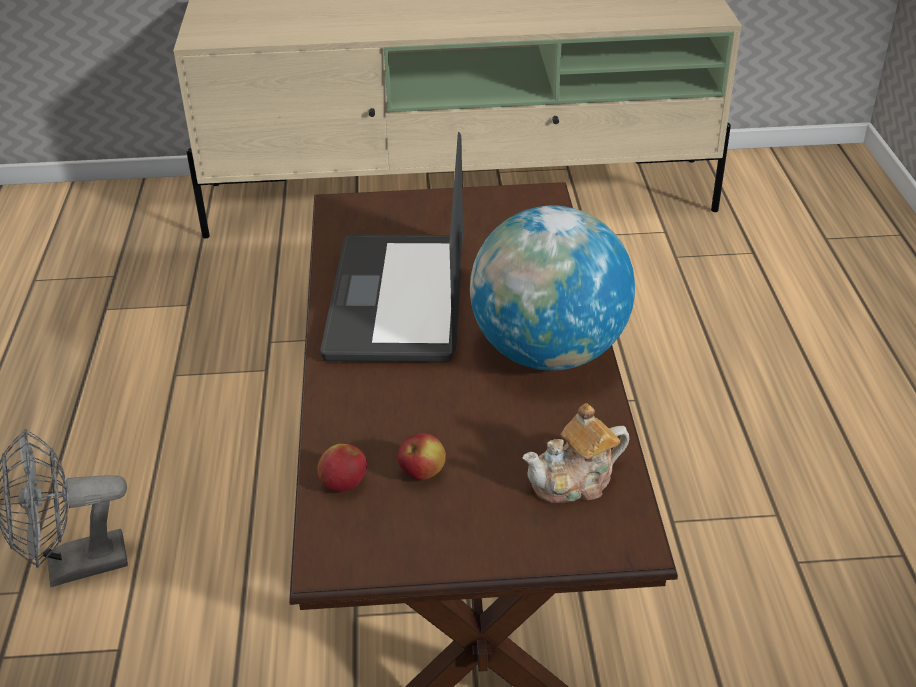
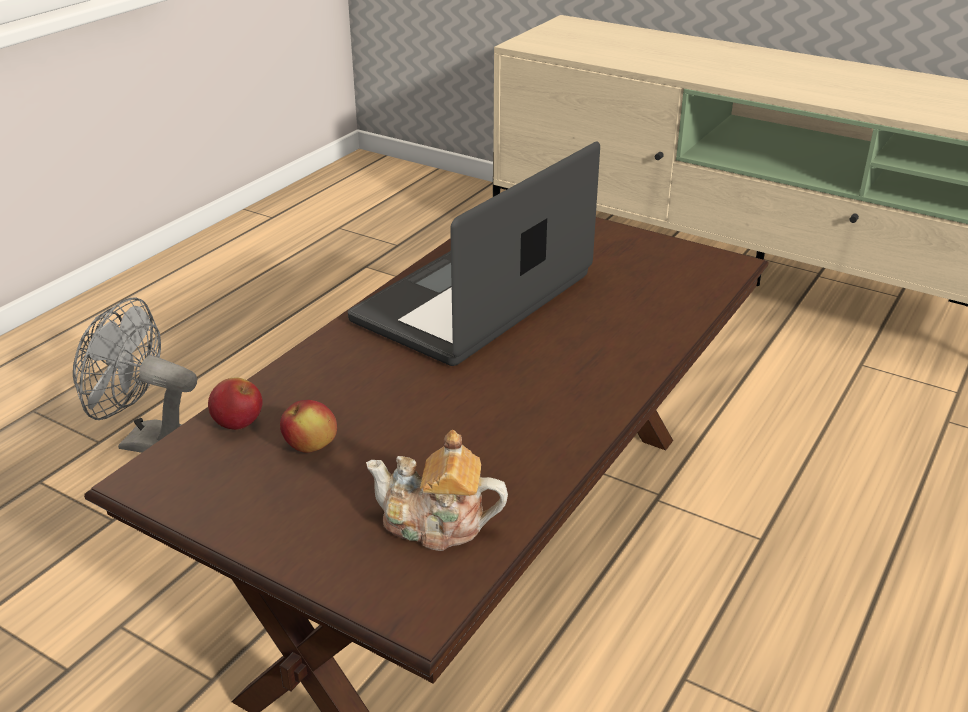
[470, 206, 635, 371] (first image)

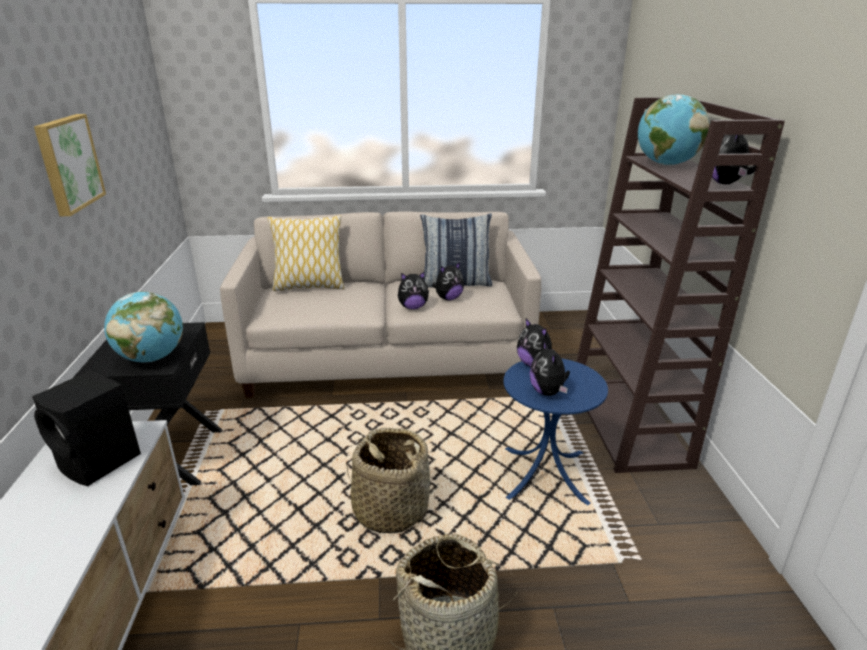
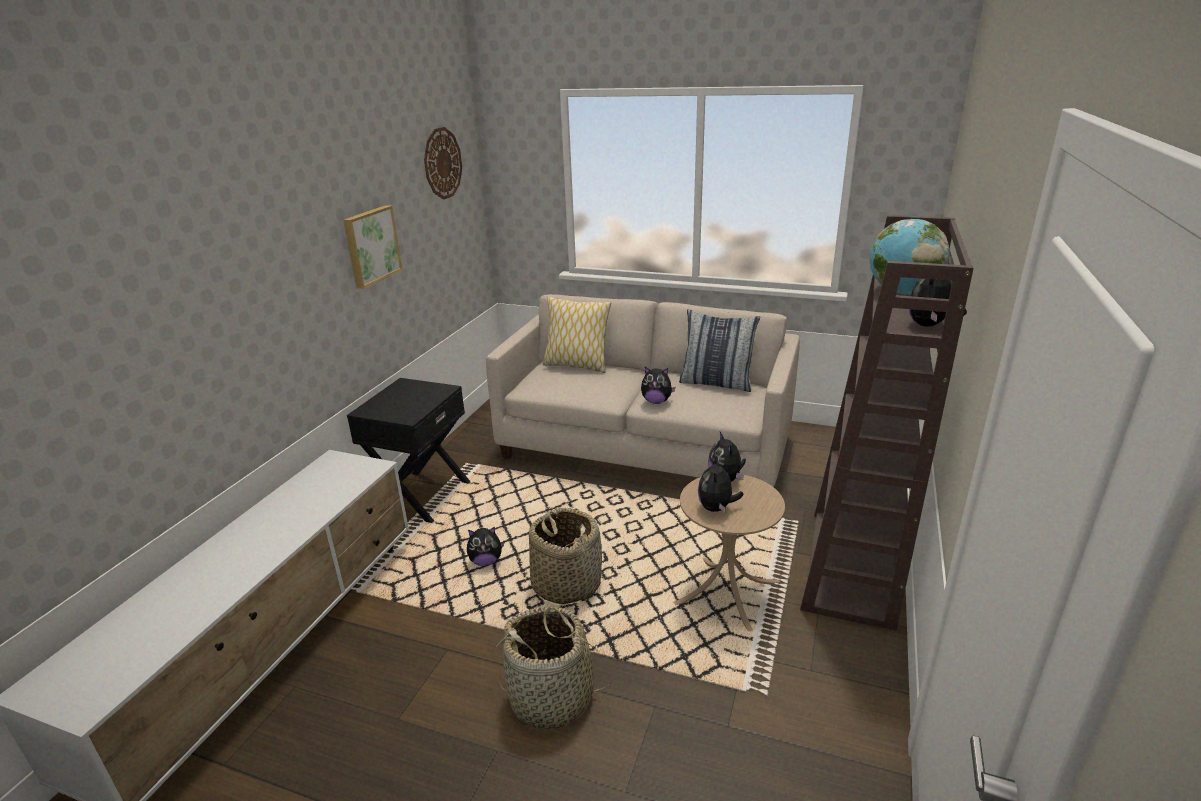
[467, 527, 504, 566]
[104, 291, 183, 362] (first image)
[674, 474, 785, 632]
[32, 370, 141, 486] (first image)
[424, 127, 462, 200]

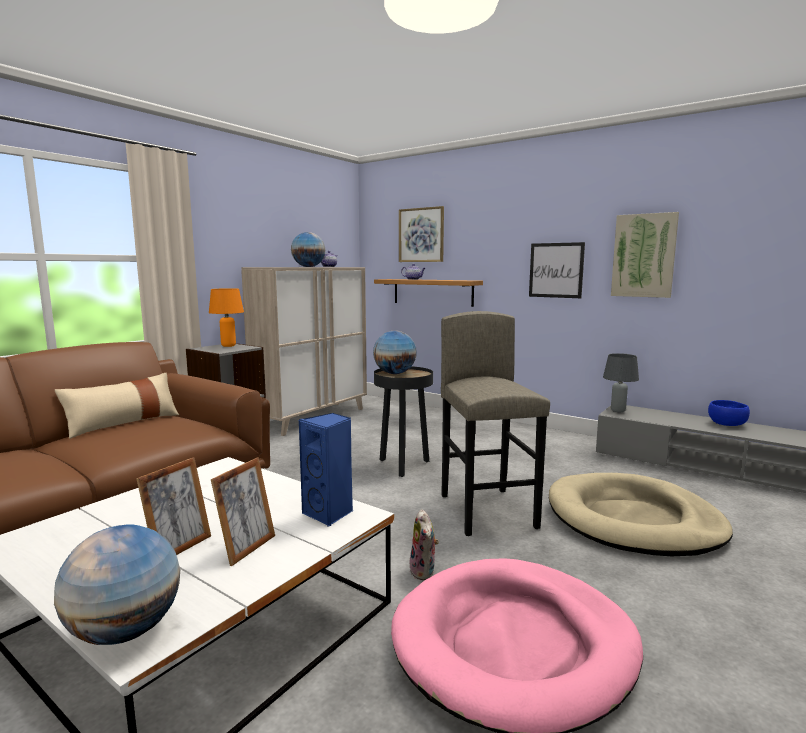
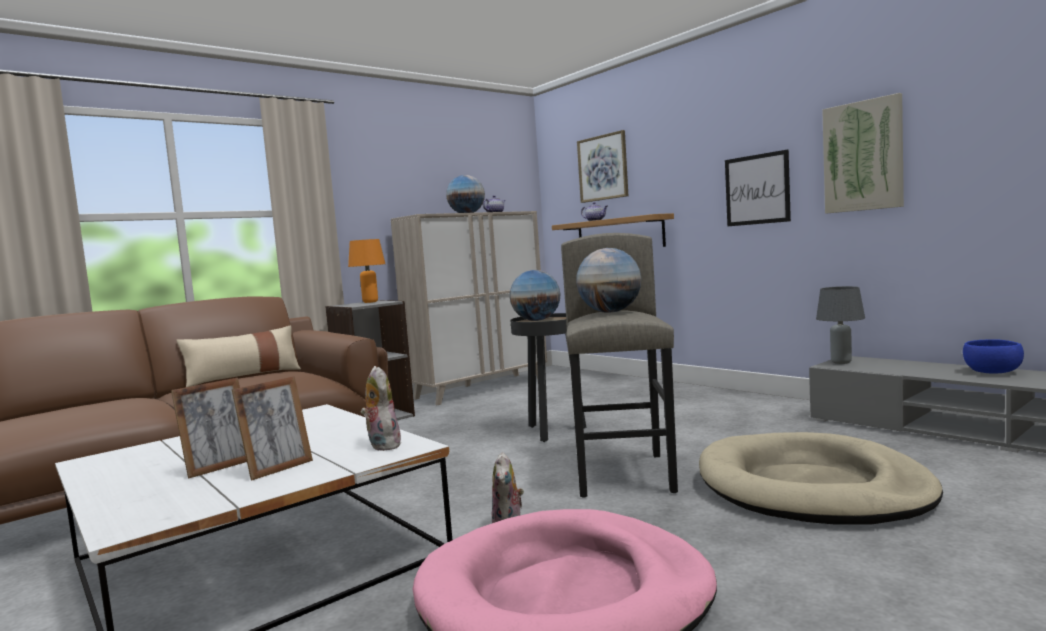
[361, 366, 401, 451]
[576, 248, 641, 313]

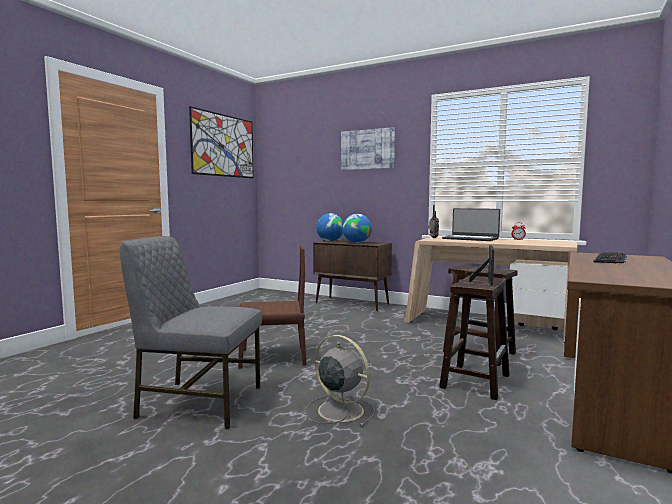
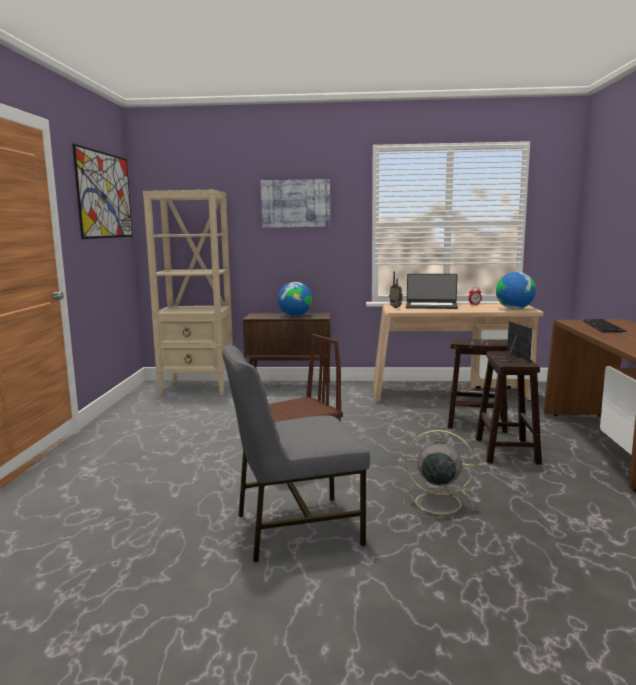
[496, 272, 536, 310]
[143, 190, 233, 395]

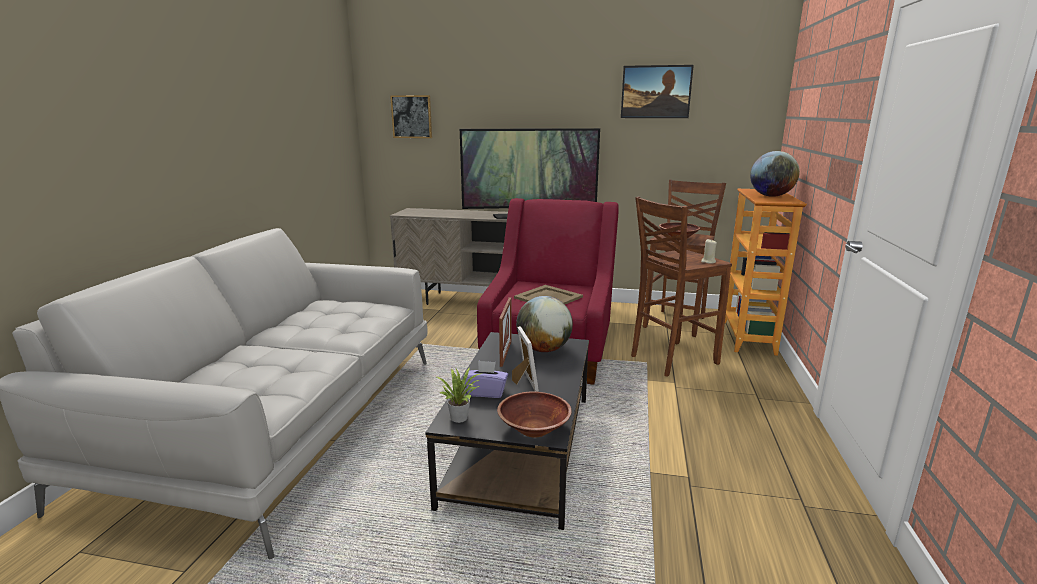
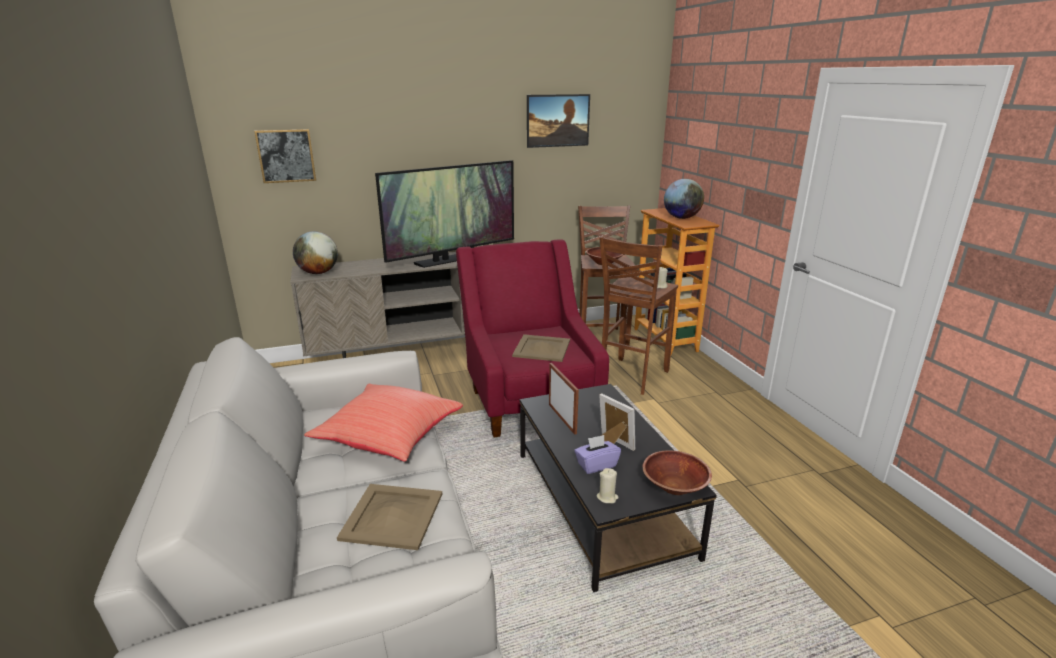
[293, 231, 338, 274]
[596, 468, 619, 503]
[304, 384, 463, 462]
[337, 484, 442, 550]

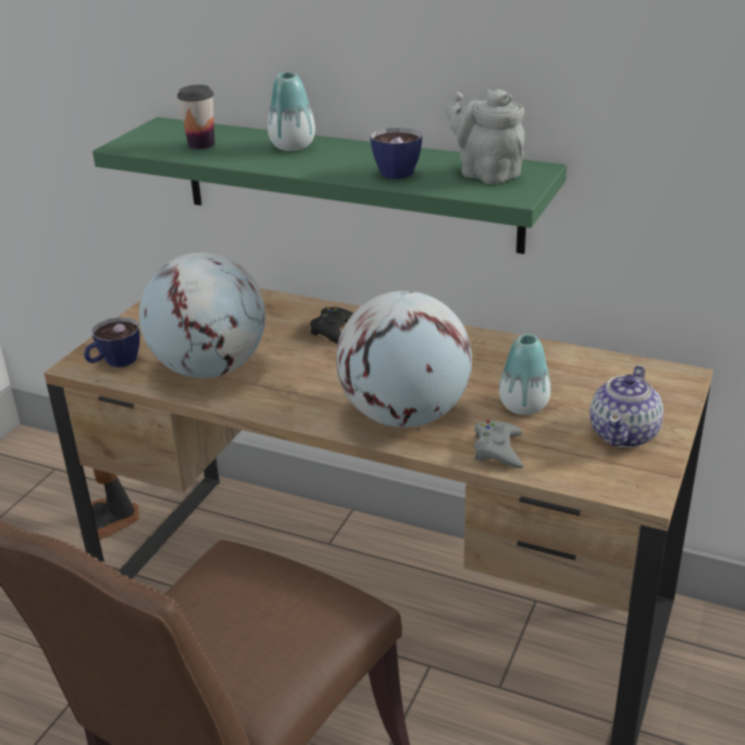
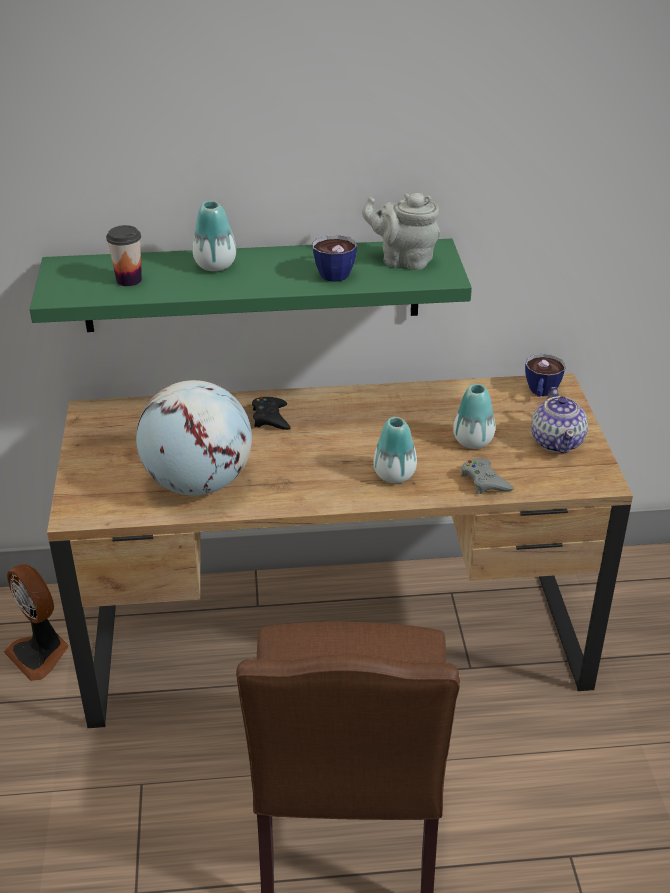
[373, 417, 417, 483]
[525, 354, 566, 397]

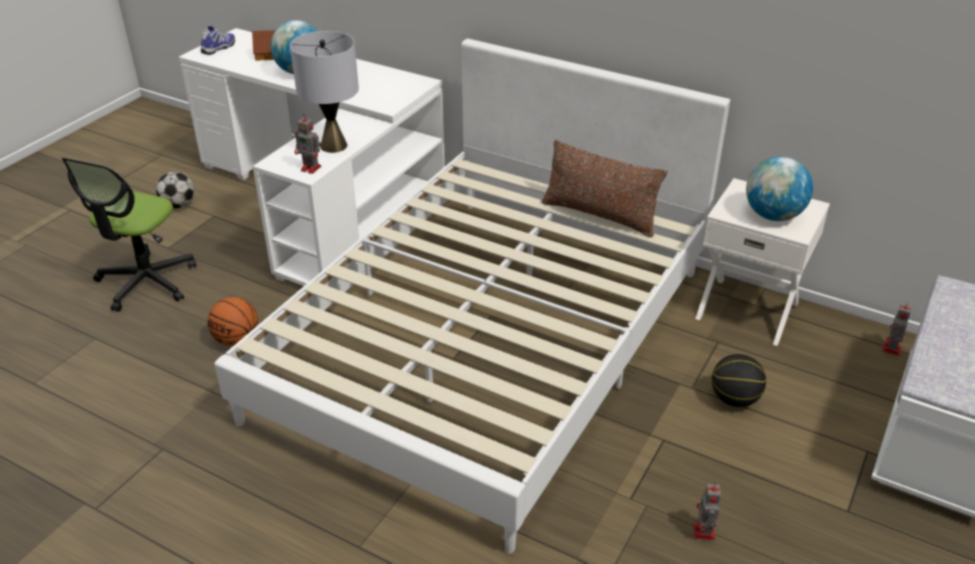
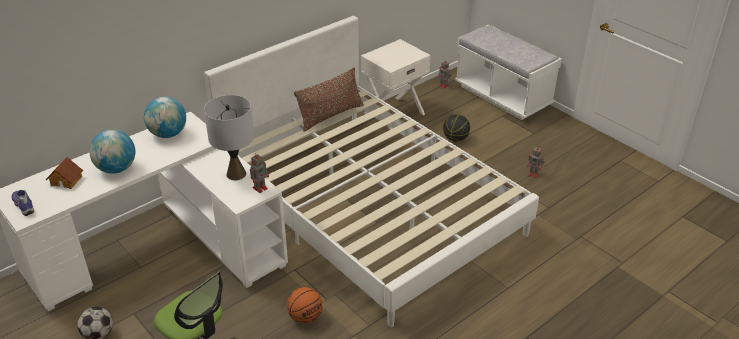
[144, 97, 186, 138]

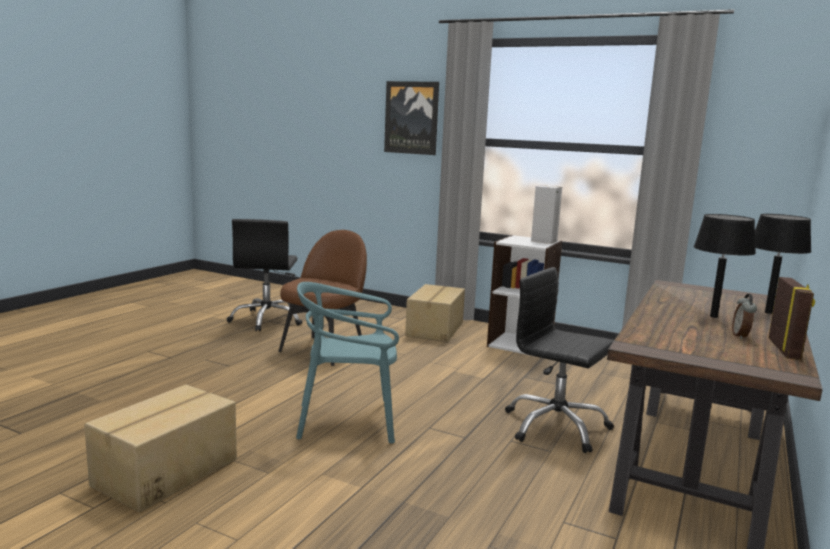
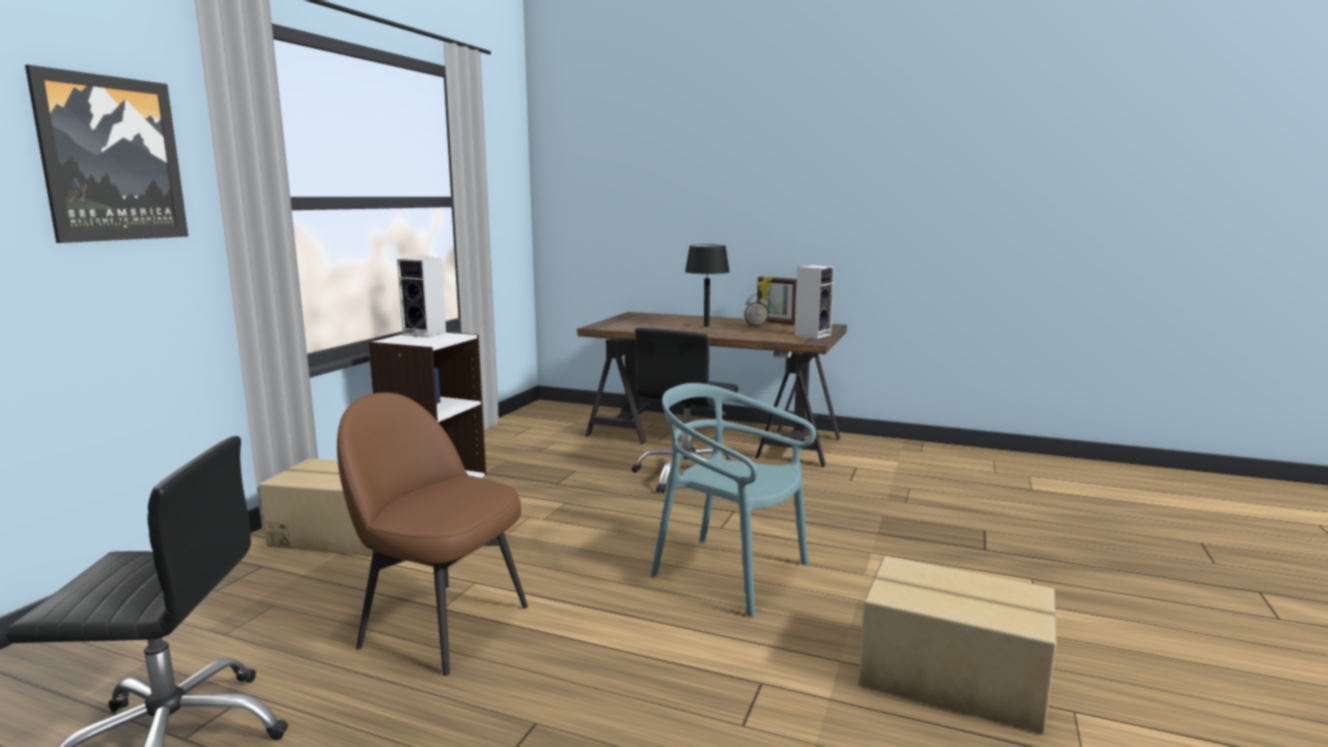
[755, 214, 811, 314] (first image)
[757, 276, 796, 325]
[651, 383, 816, 617]
[794, 265, 834, 339]

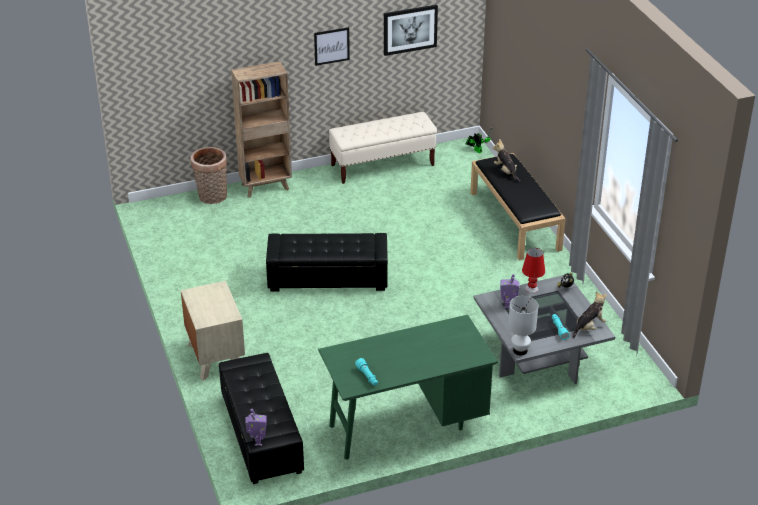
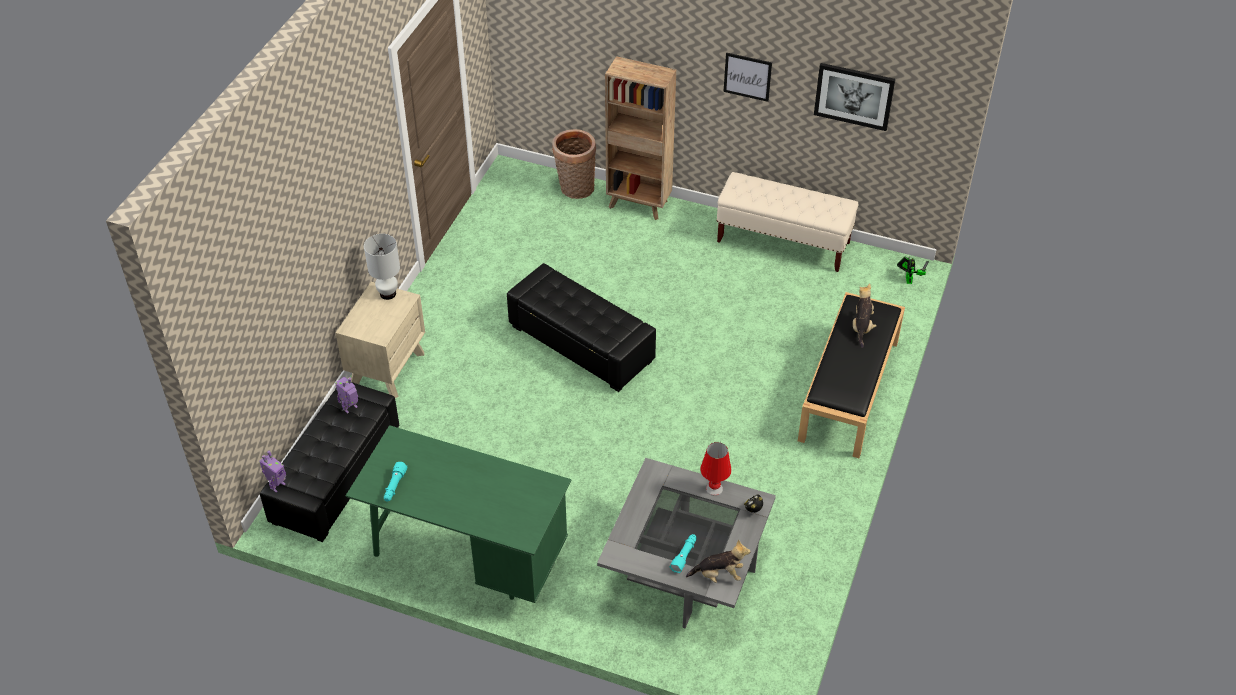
[335, 377, 358, 414]
[364, 234, 400, 300]

